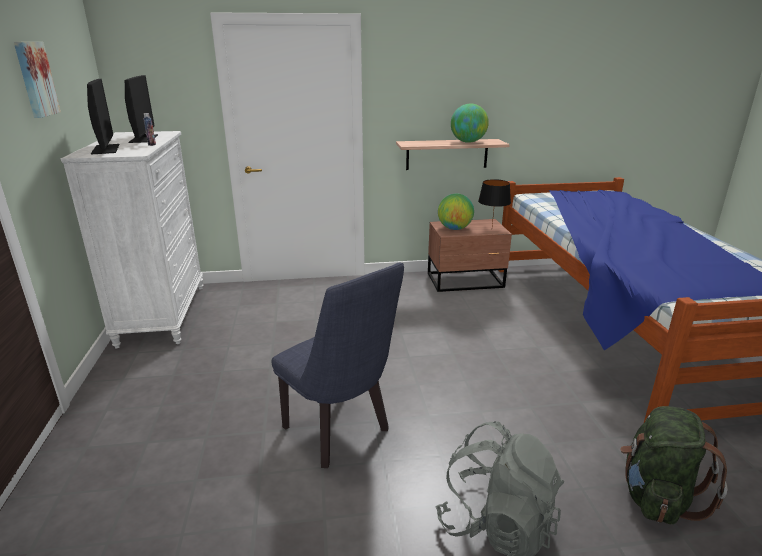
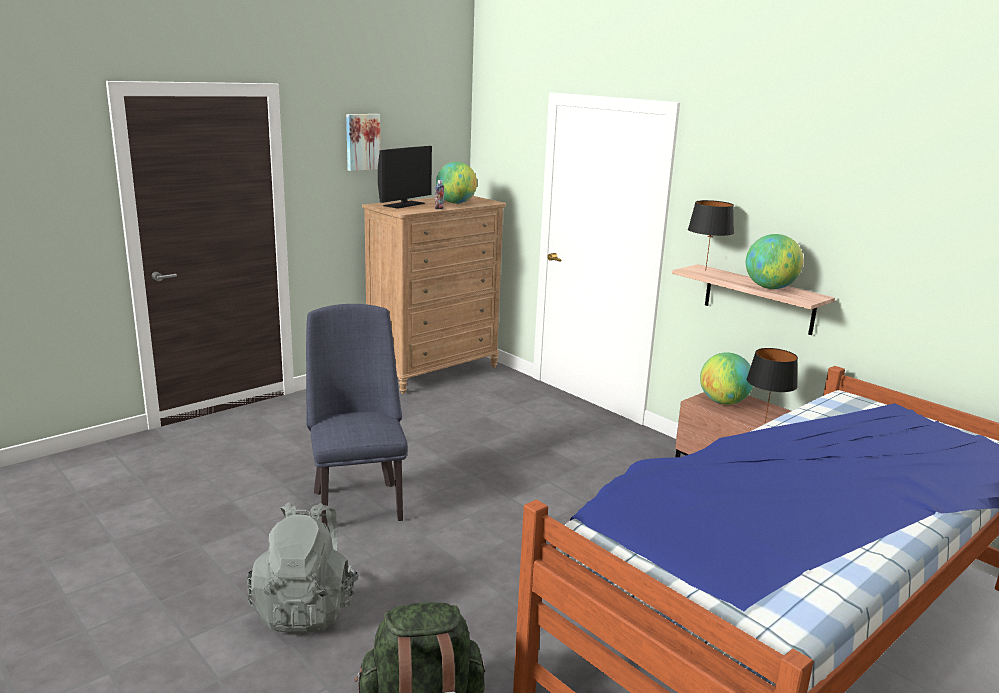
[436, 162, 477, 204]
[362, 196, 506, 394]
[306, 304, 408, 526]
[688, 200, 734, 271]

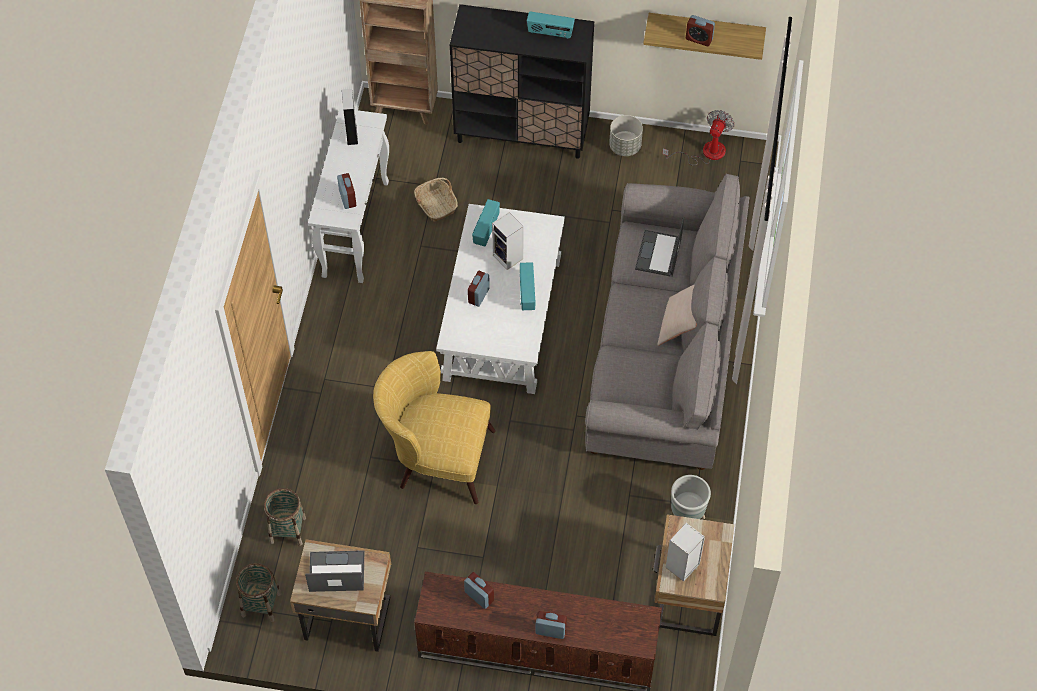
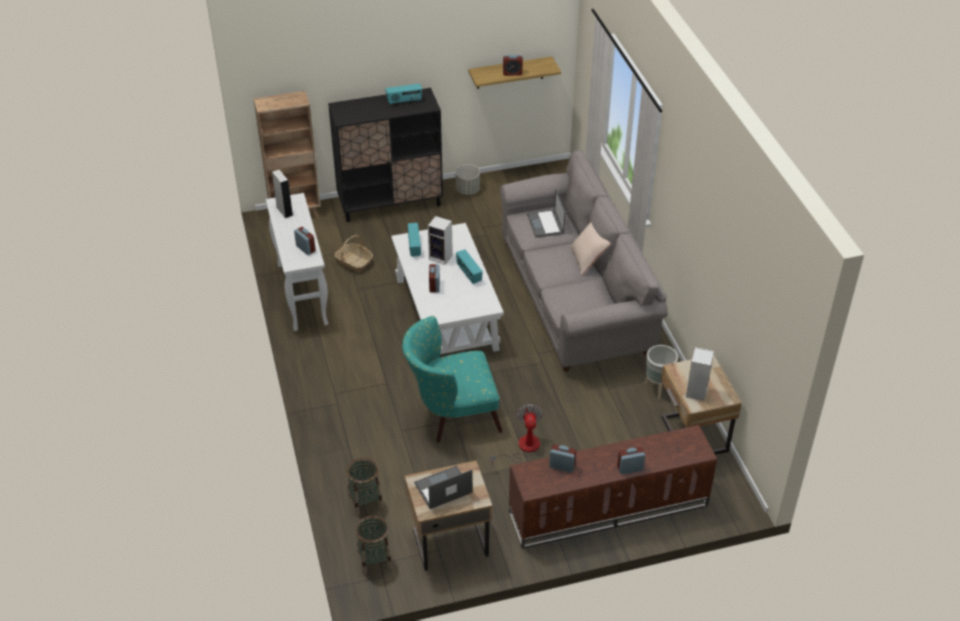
[490, 404, 543, 465]
[402, 316, 502, 443]

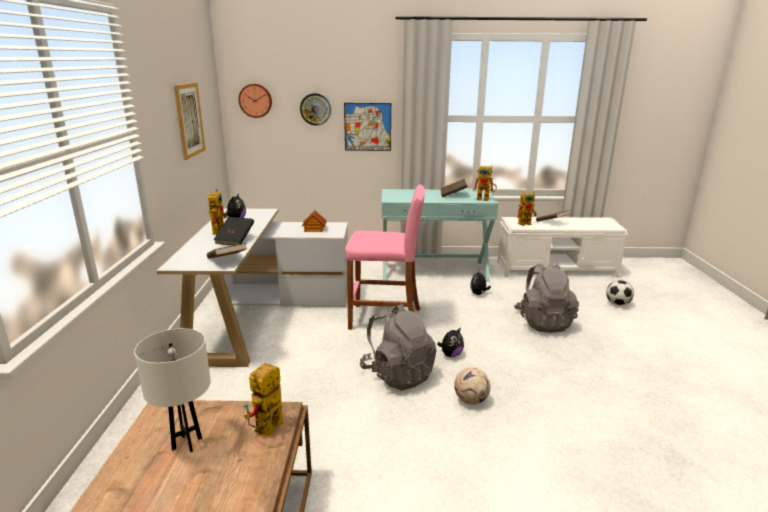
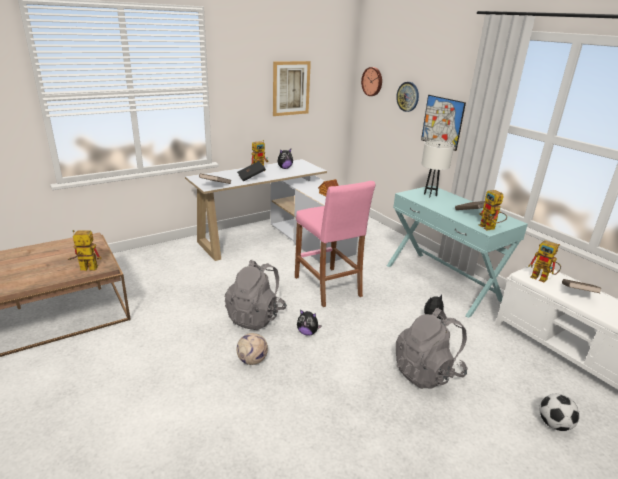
[421, 141, 454, 197]

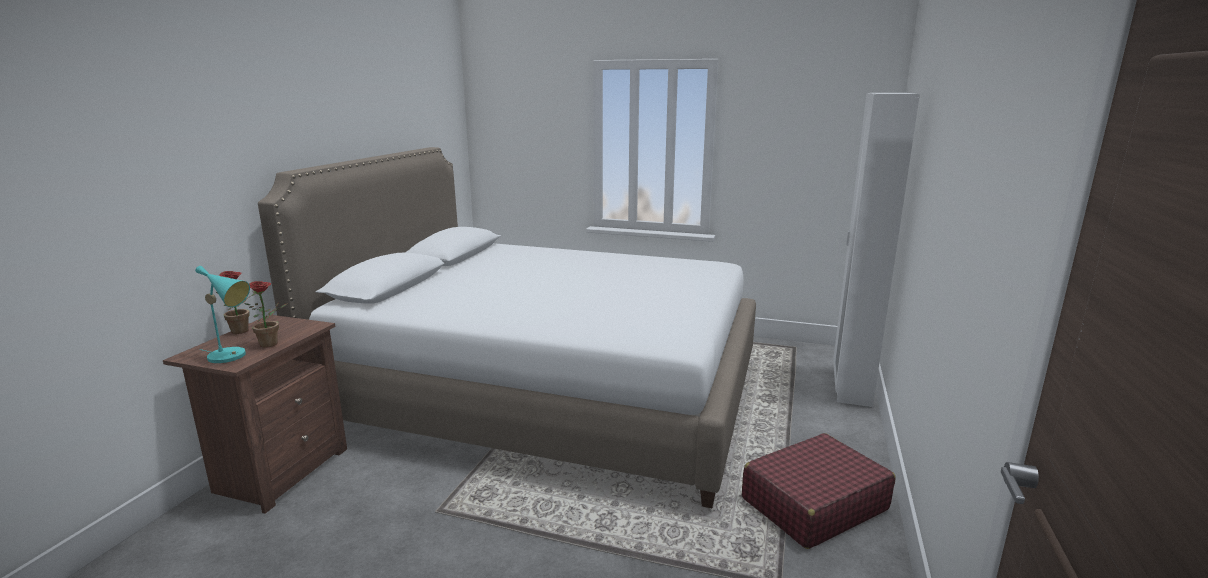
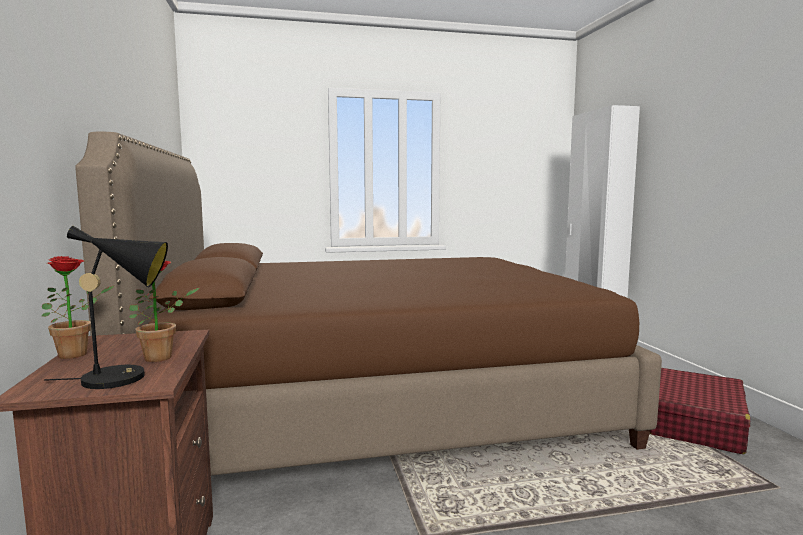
[76, 131, 662, 476]
[44, 226, 168, 389]

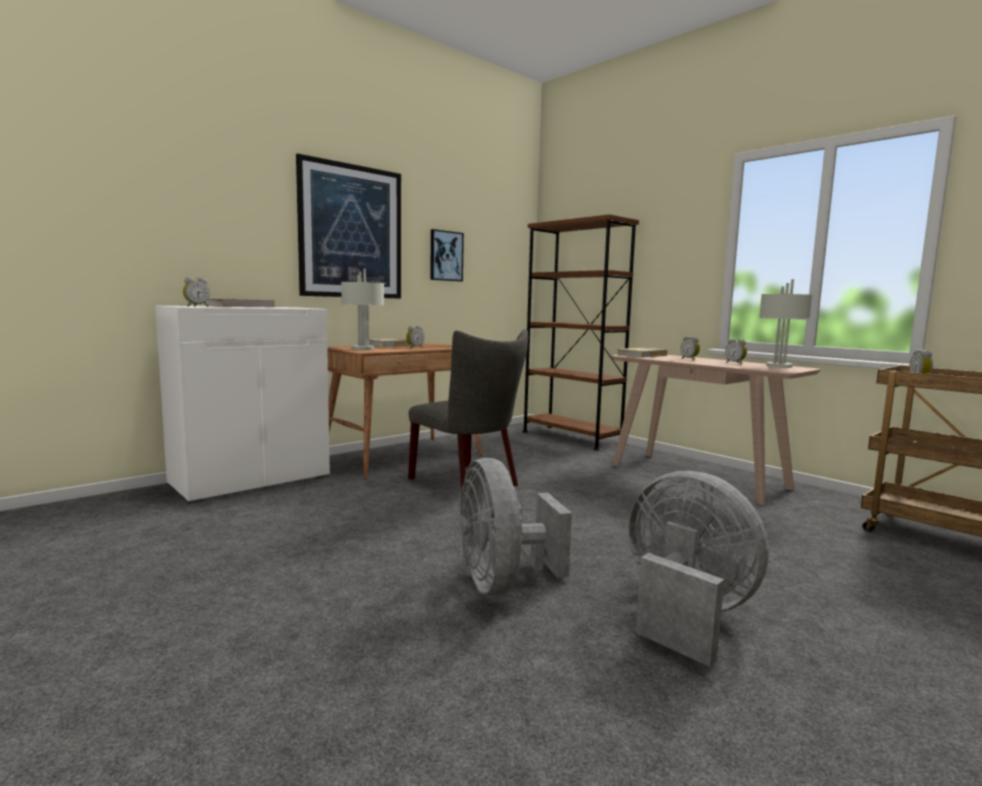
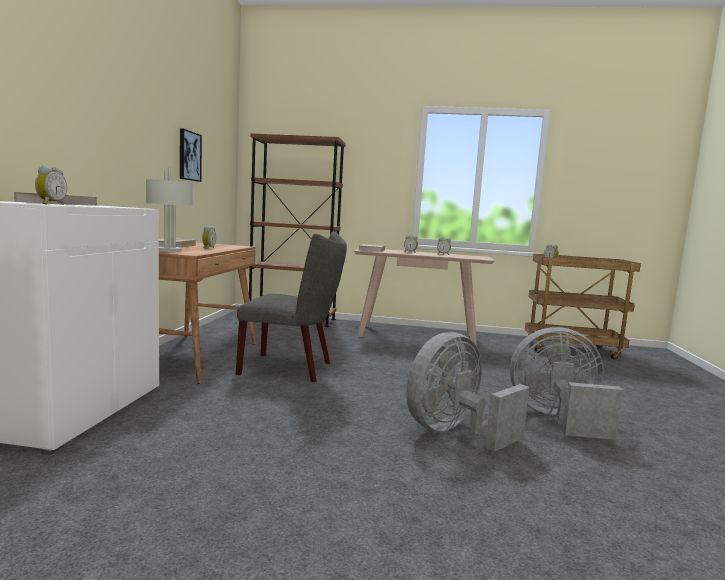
[296, 154, 401, 299] (first image)
[759, 279, 813, 368] (first image)
[406, 332, 529, 452]

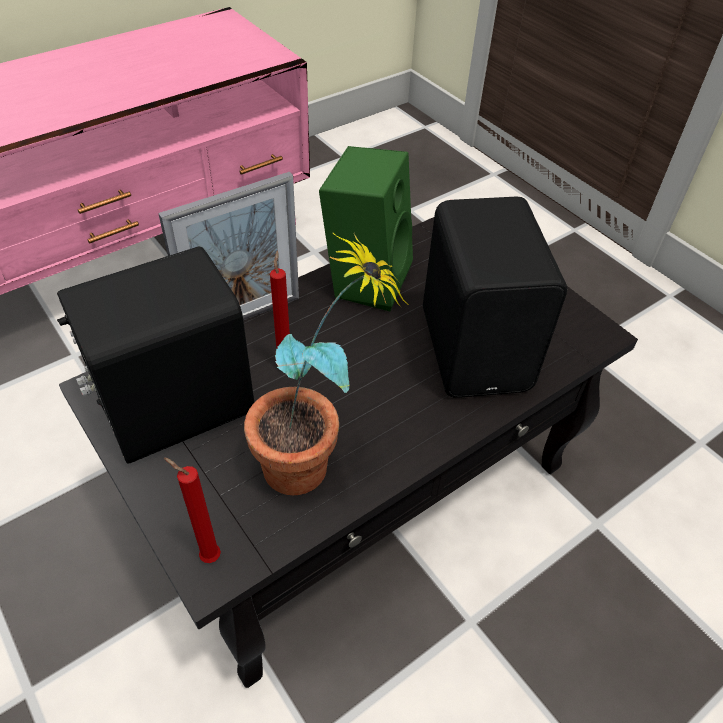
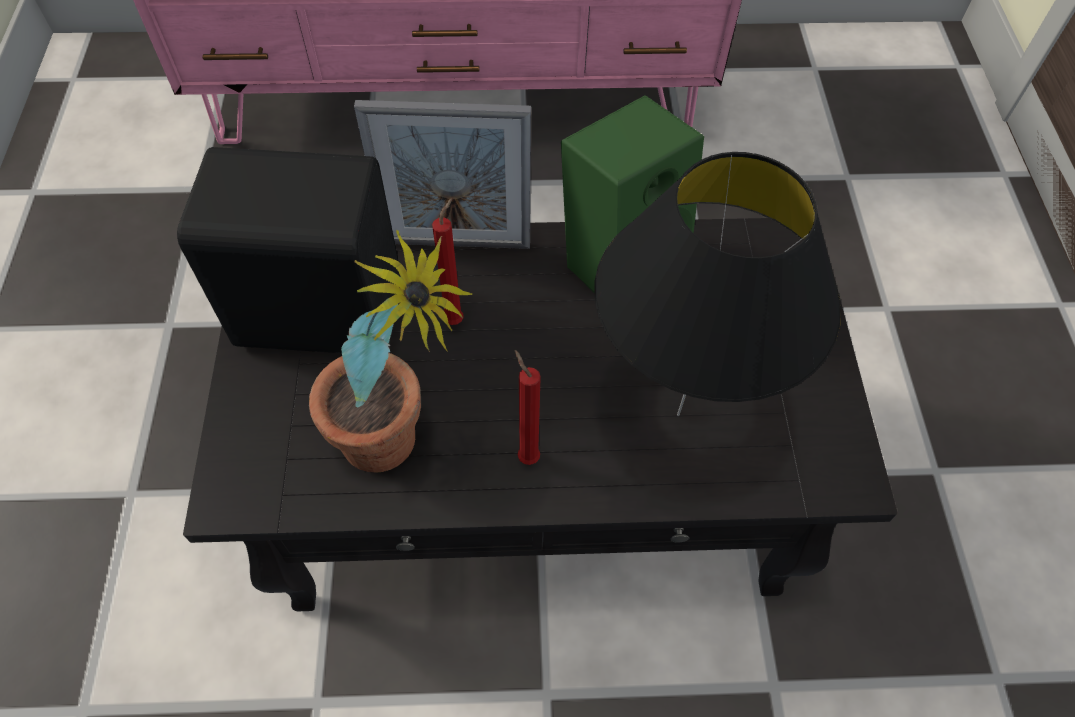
[594, 152, 841, 416]
[515, 350, 541, 465]

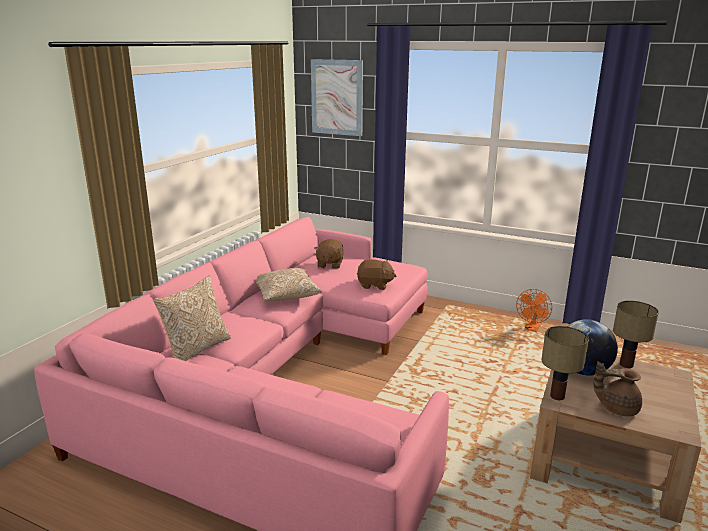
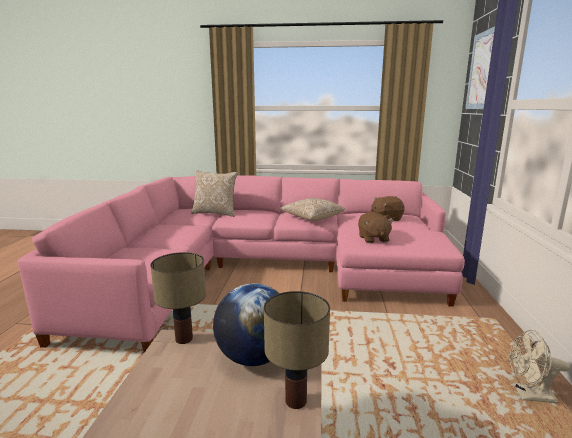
[510, 330, 570, 404]
[594, 361, 642, 417] (first image)

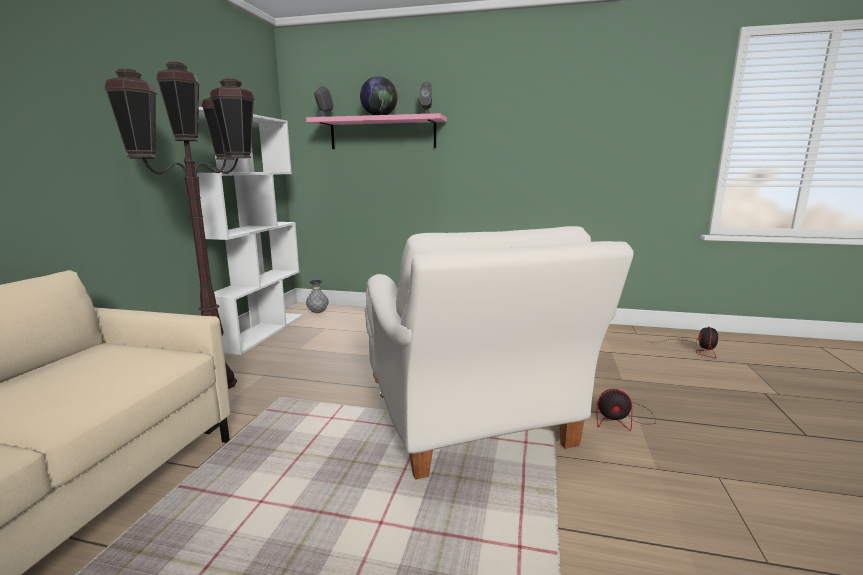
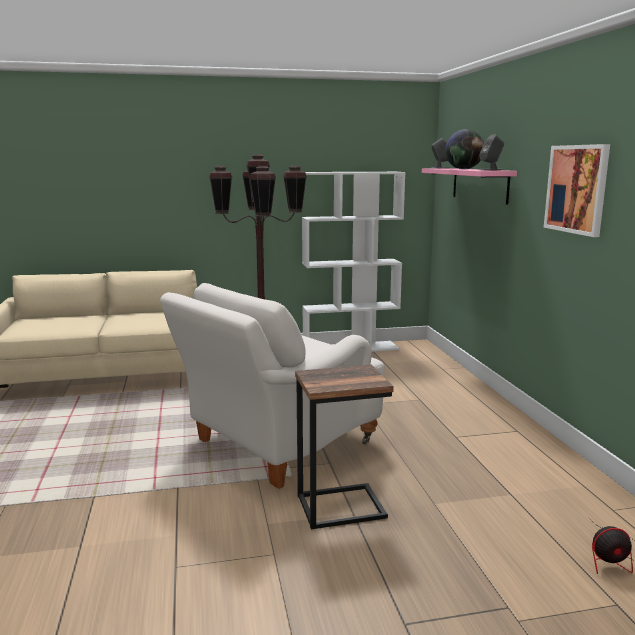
[306, 280, 328, 313] (first image)
[295, 365, 394, 529]
[544, 144, 610, 237]

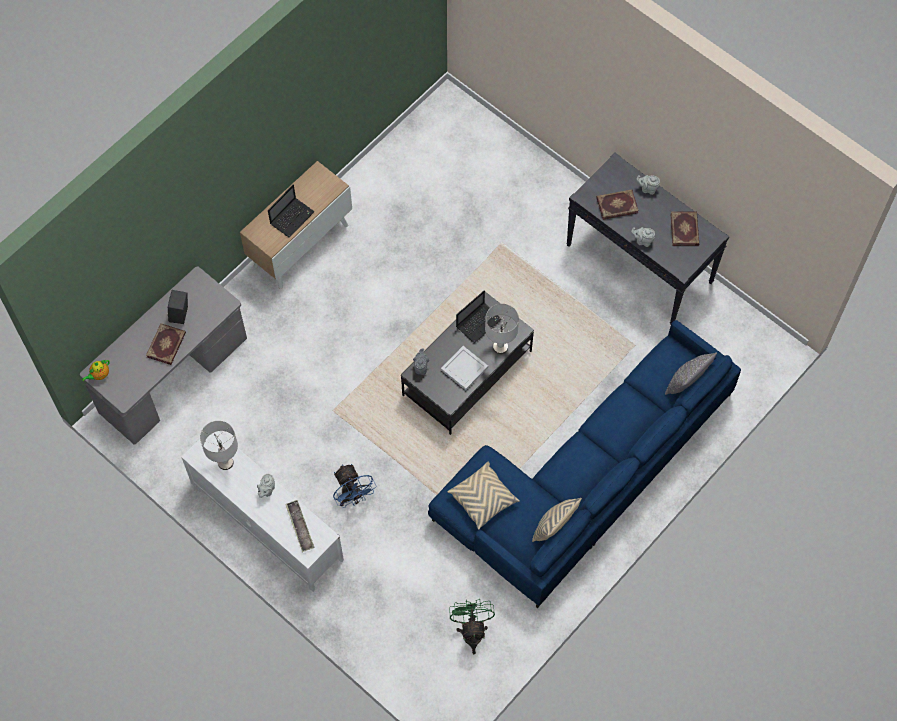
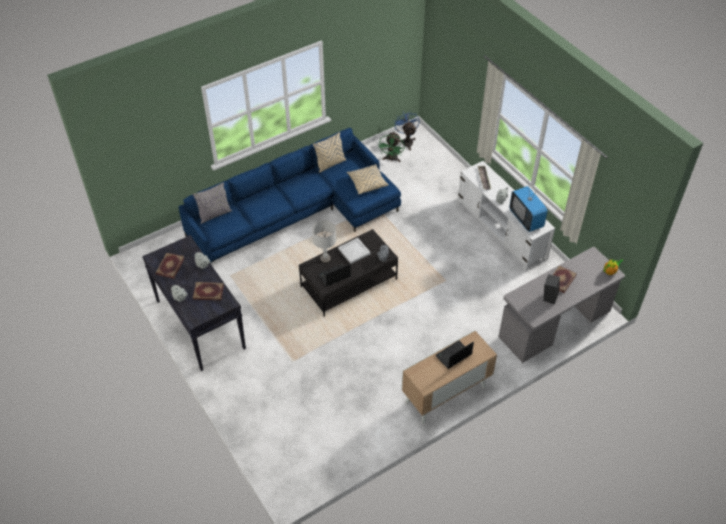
[509, 183, 548, 232]
[394, 110, 420, 150]

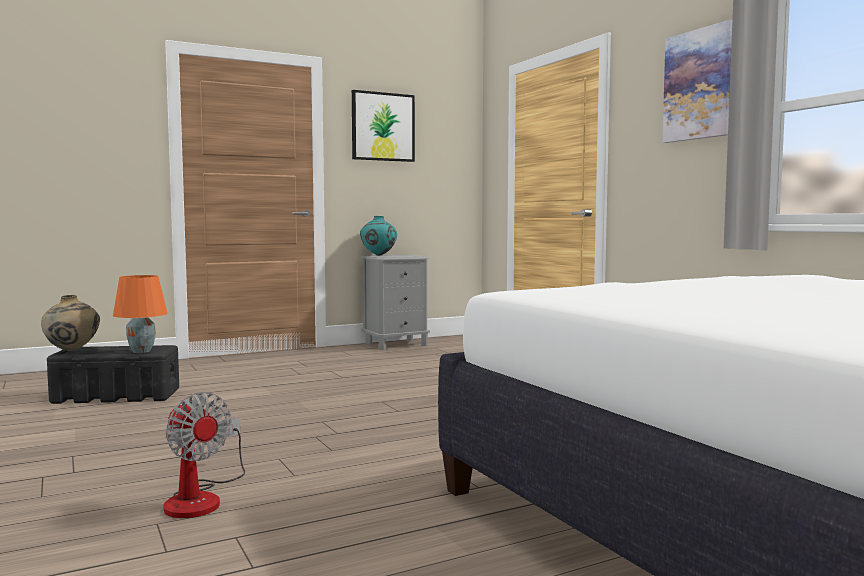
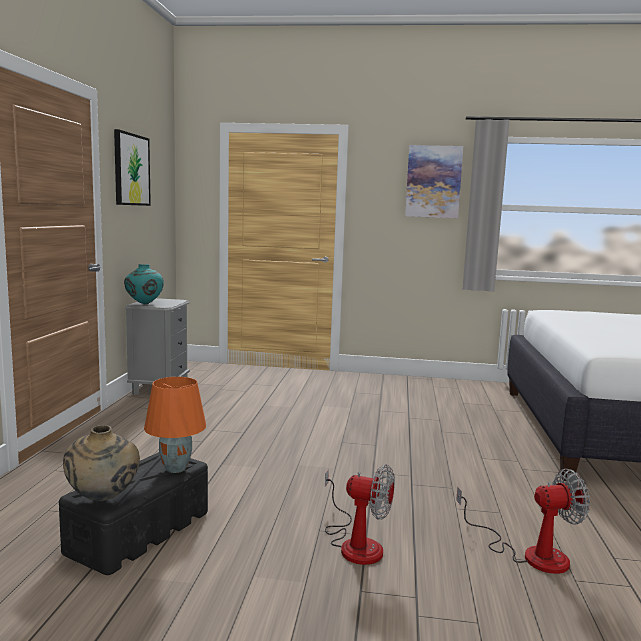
[325, 464, 395, 565]

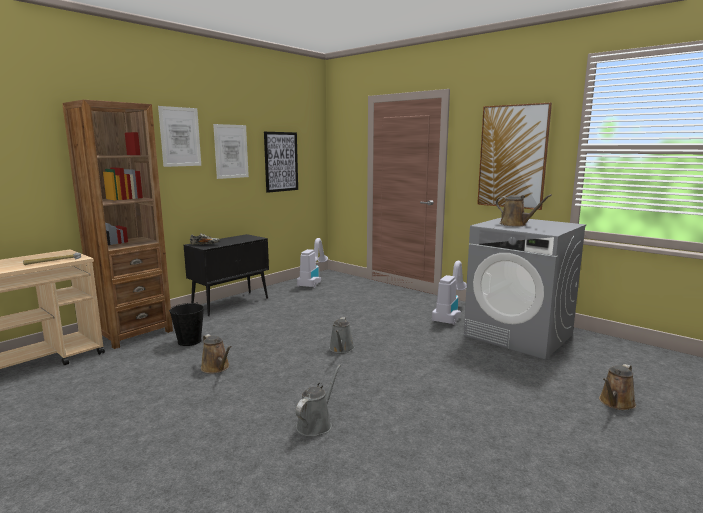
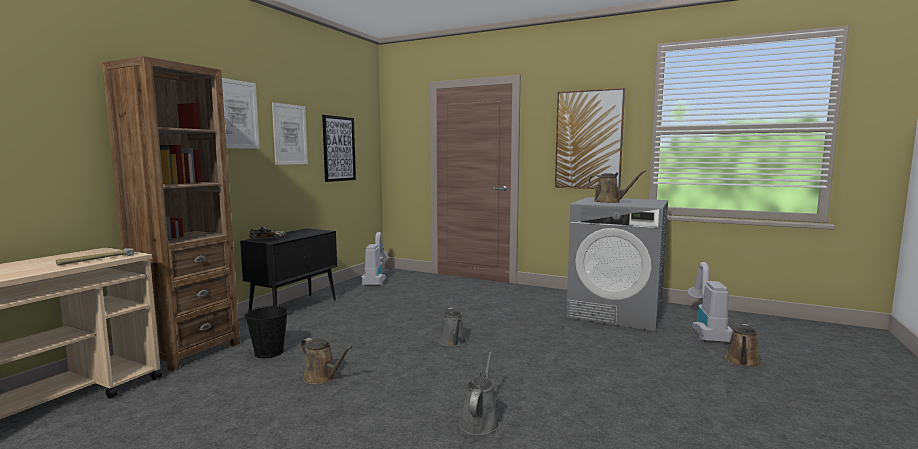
[688, 262, 733, 343]

